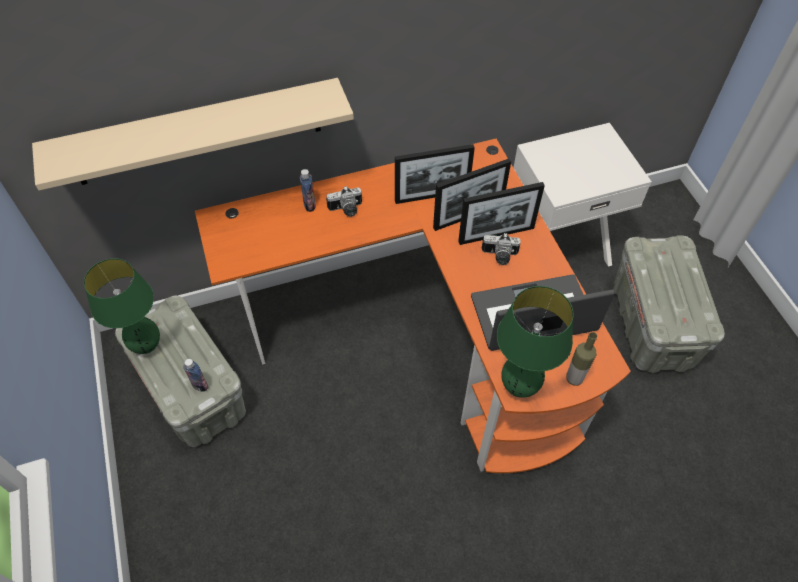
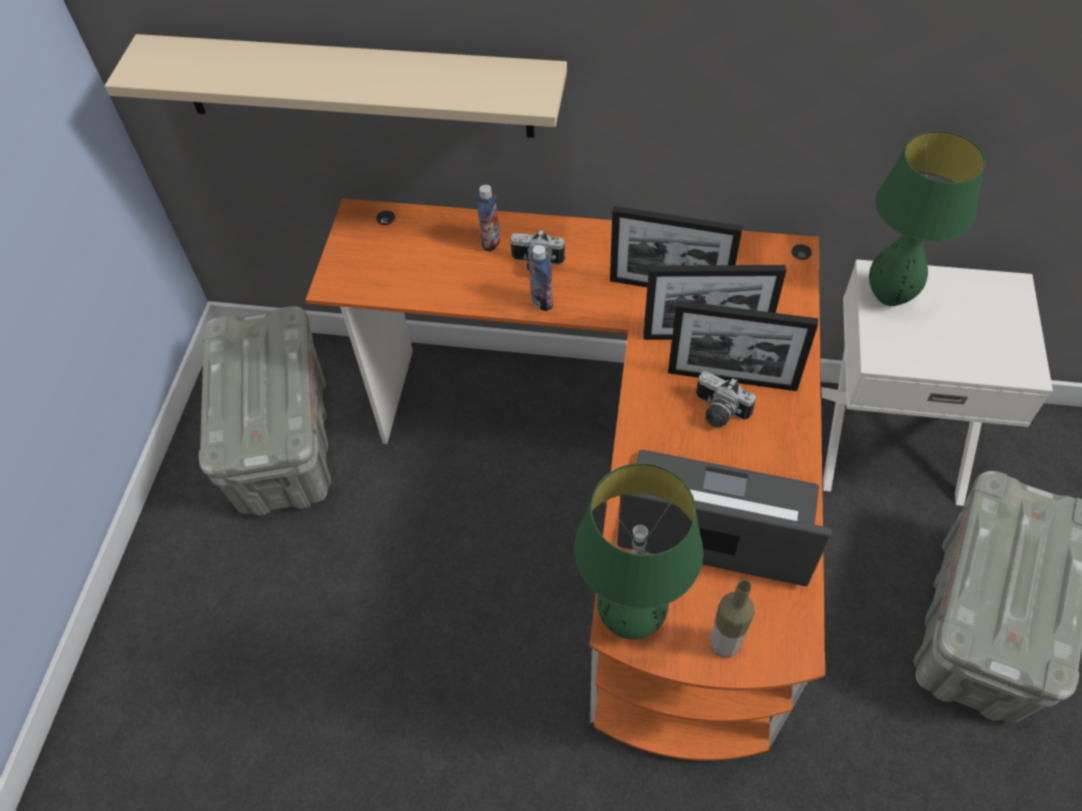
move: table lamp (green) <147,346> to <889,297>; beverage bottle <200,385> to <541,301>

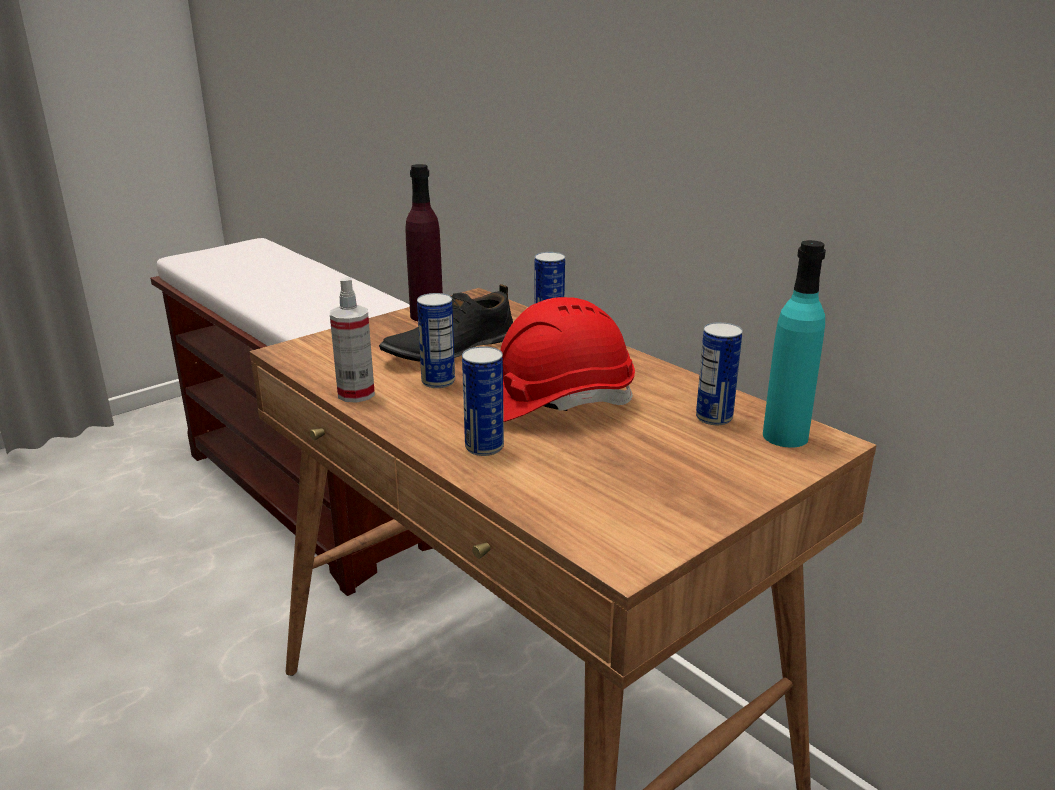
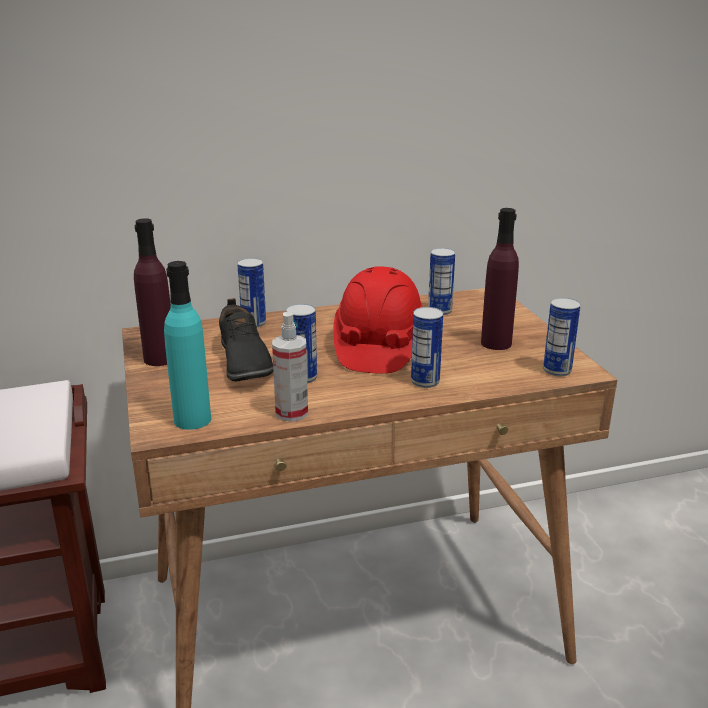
insert: beverage bottle (purplish) <496,343>; can <557,370>
move: beverage bottle (blue-green) <785,436> to <192,420>

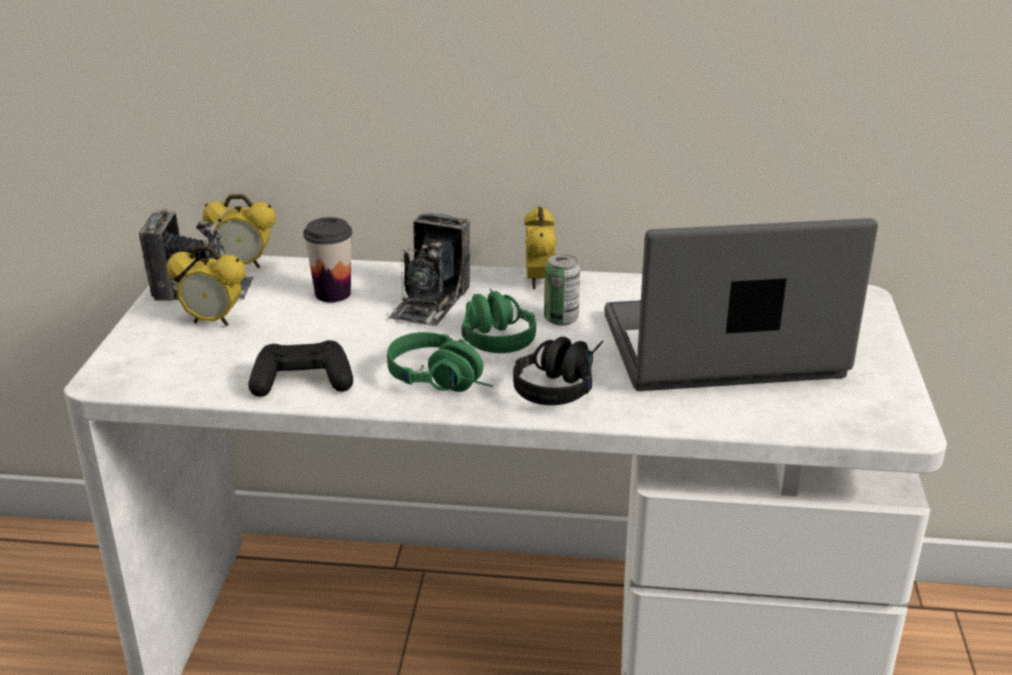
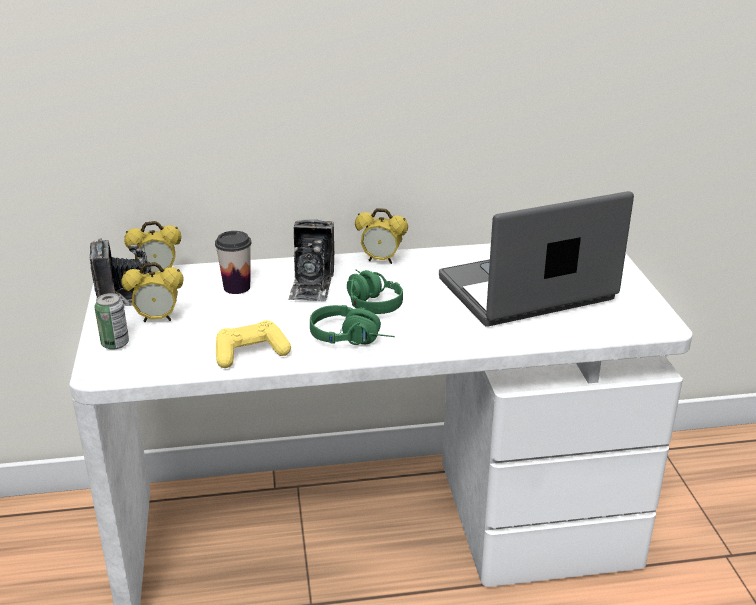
delete: pair of headphones (black-coloured) <561,383>
move: can <561,319> to <115,344>
recolor: gamepad (black-coloured) <302,382> to gamepad (yellow-coloured) <251,353>
rotate: table clock <539,282> = <381,260> 60 degrees counterclockwise

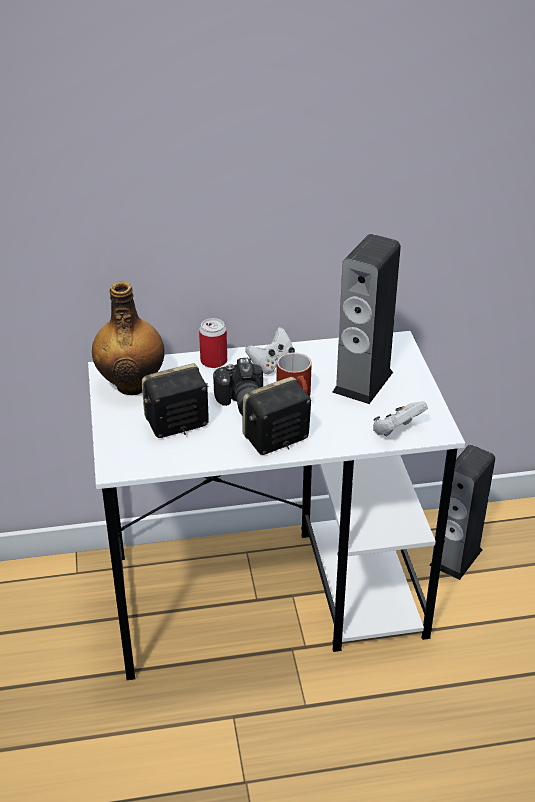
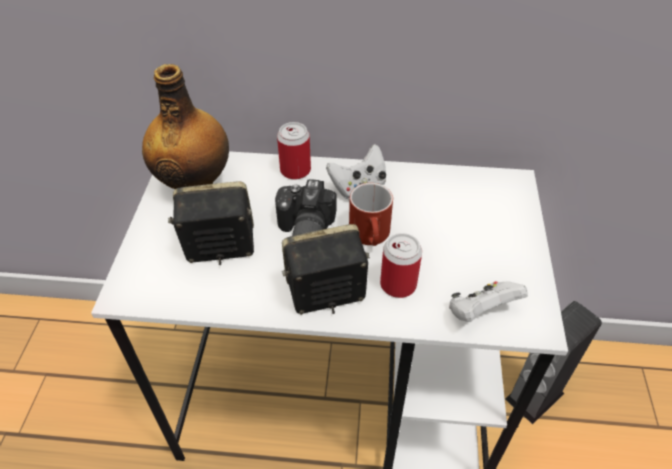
delete: audio speaker <363,382>
insert: can <398,284>

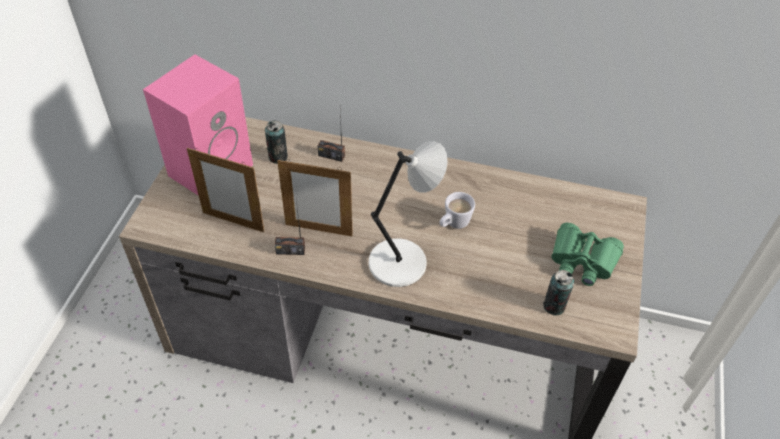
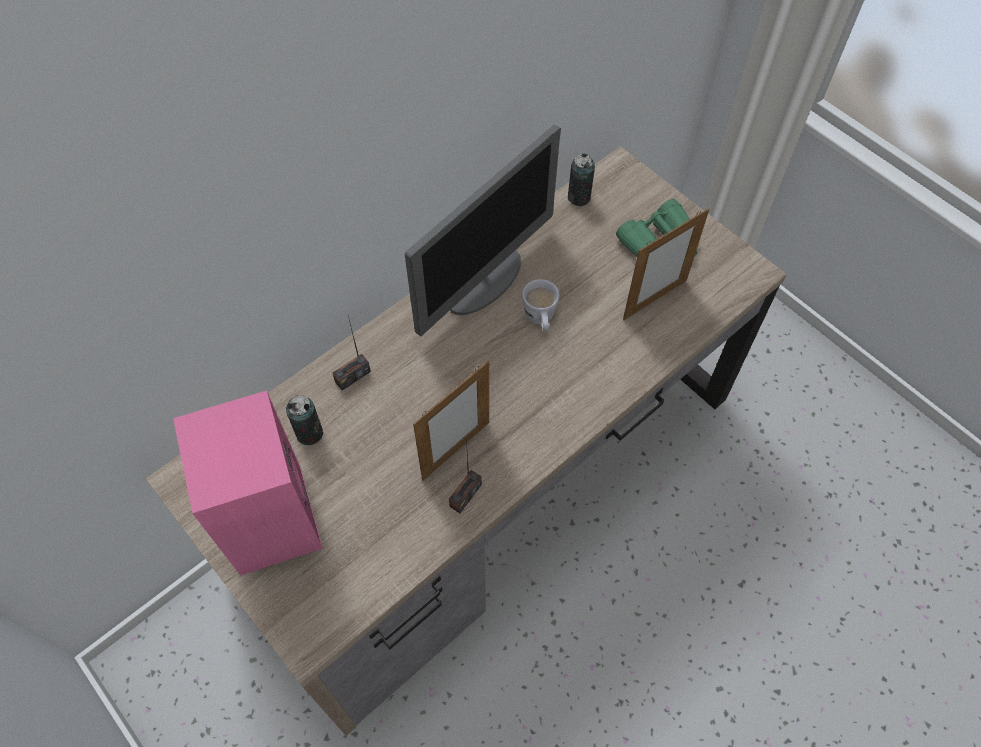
delete: table lamp (gray) <401,262>
insert: monitor <485,281>
move: standing frame <233,222> to <655,299>; can <554,306> to <579,197>

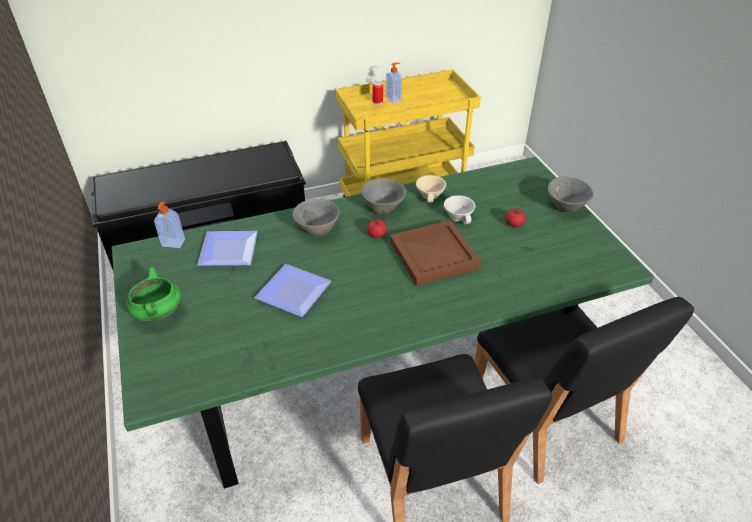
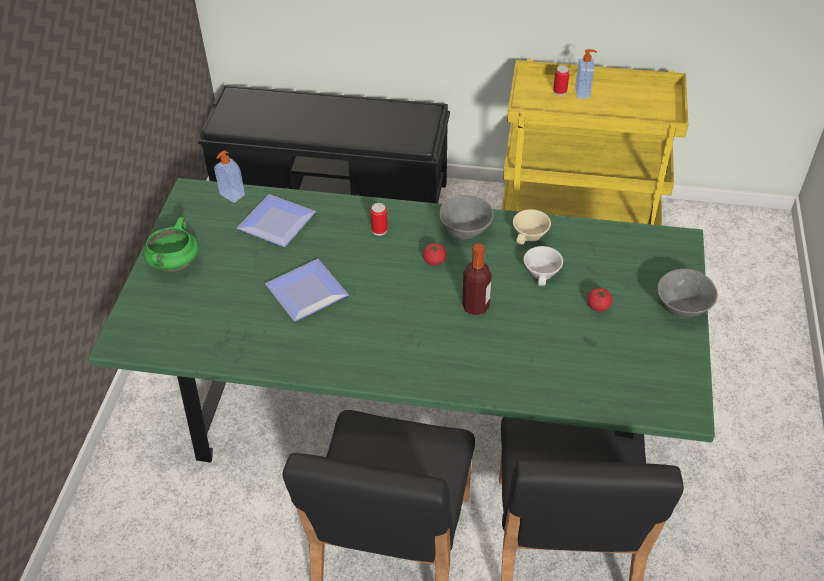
replace: bowl (gray) <318,228> to can <379,230>; carrying tray (brown-coloured) <432,254> to beverage bottle <475,307>

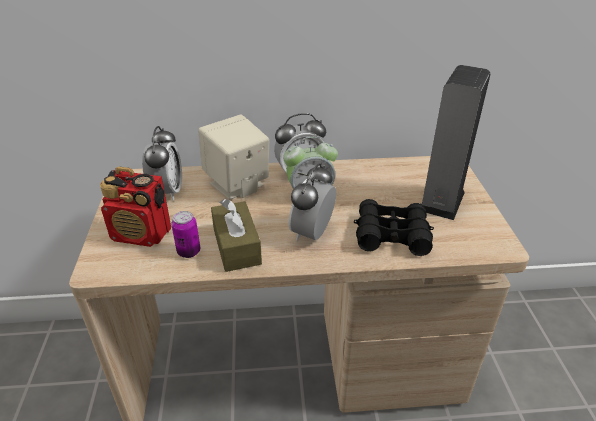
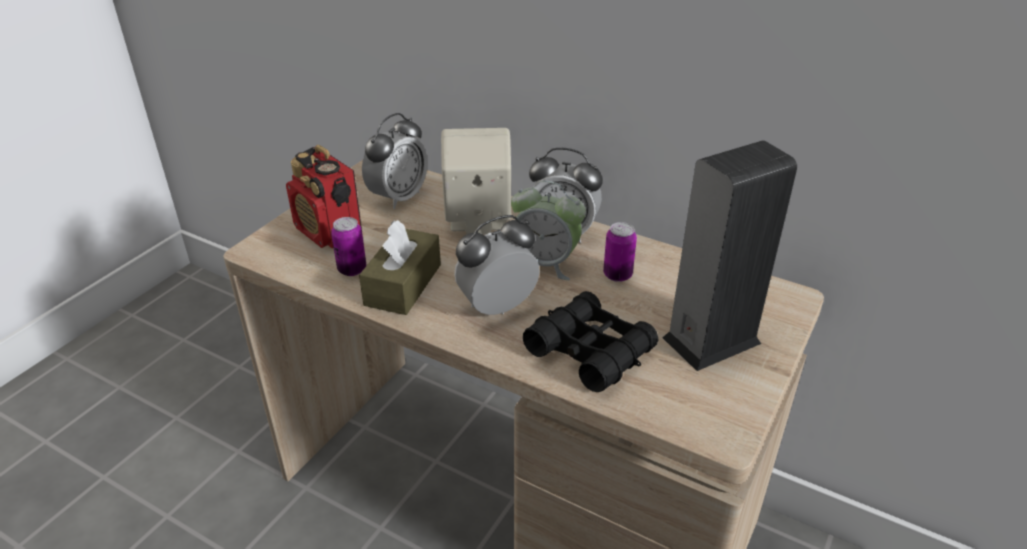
insert: can <617,275>

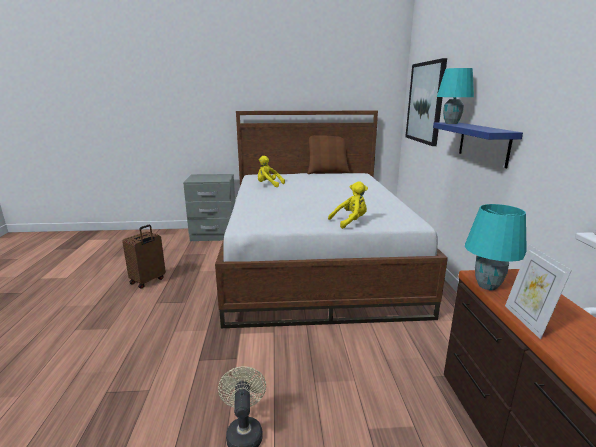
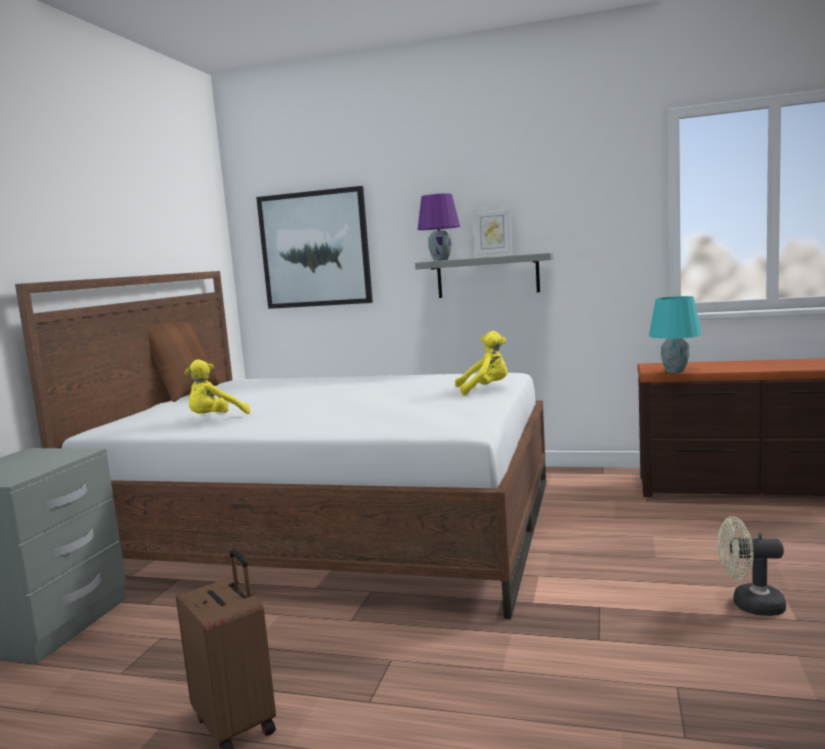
move: standing frame <527,321> to <493,256>
recolor: wall shelf (blue-coloured) <483,143> to wall shelf (gray) <487,276>; table lamp (blue-green) <451,123> to table lamp (purplish) <441,260>
rotate: soft toy (yellow-coloured) <350,222> = <485,389> 90 degrees clockwise

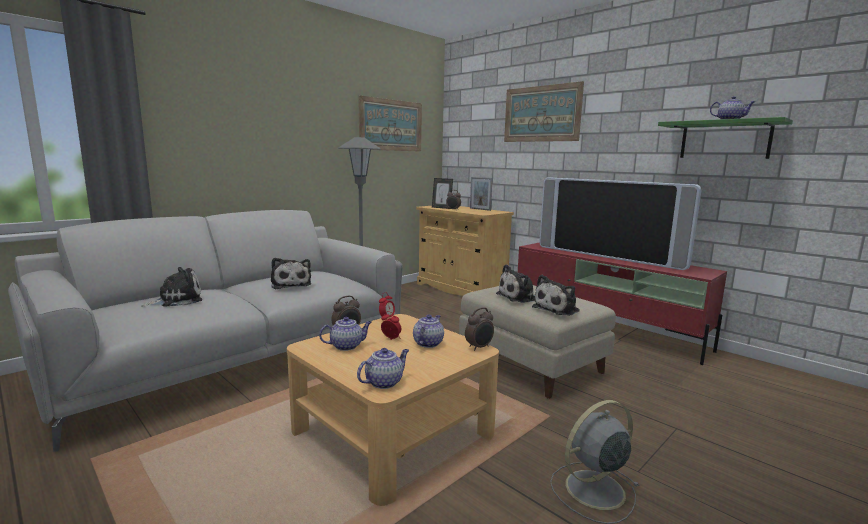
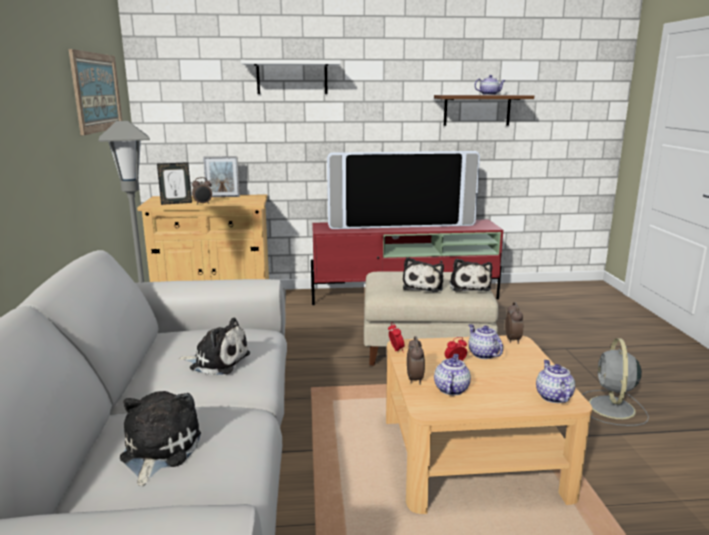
replace: wall picture <541,114> to wall shelf (white-coloured) <292,77>
recolor: wall shelf (green) <724,140> to wall shelf (brown-coloured) <477,110>

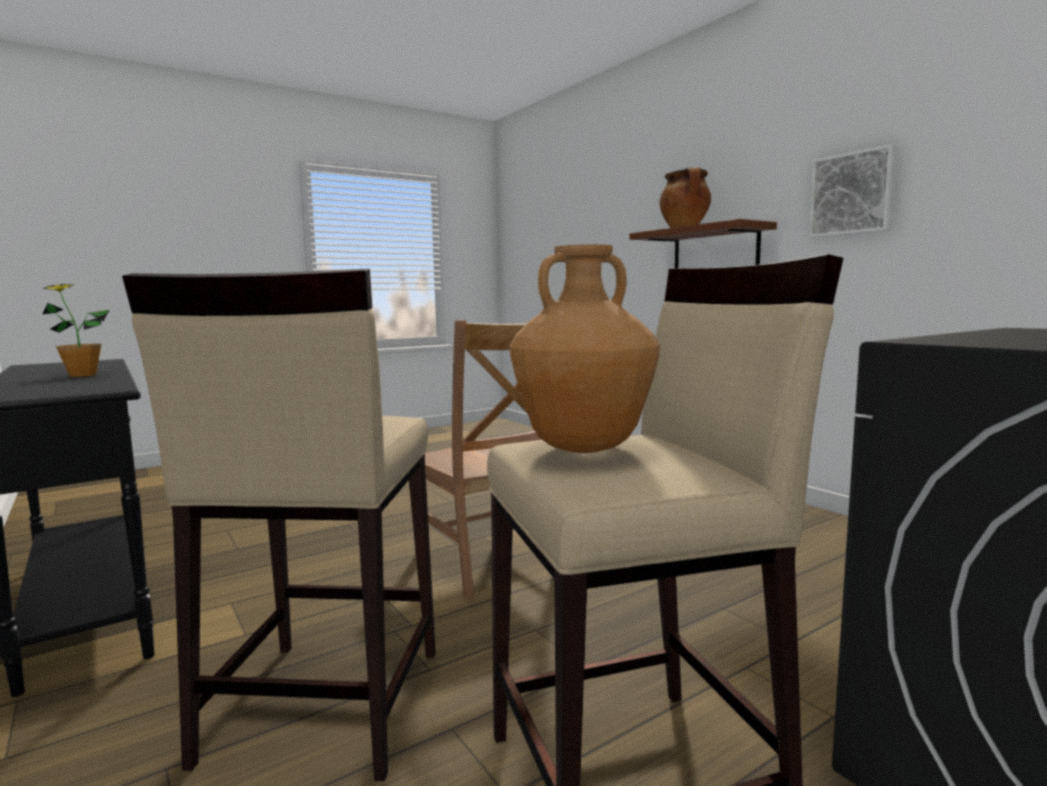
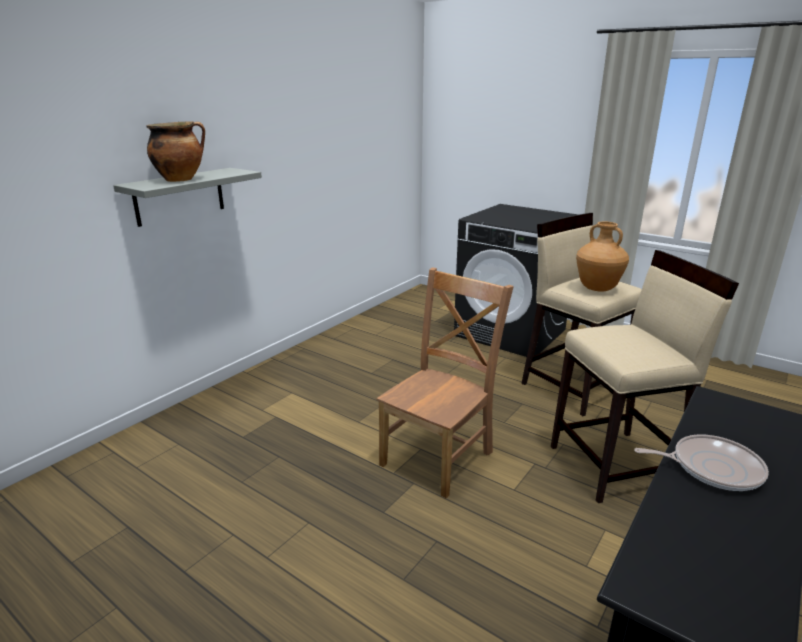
delete: wall picture <852,194>
replace: houseplant <83,375> to pan <711,468>
recolor: wall shelf (brown-coloured) <715,251> to wall shelf (gray) <180,196>

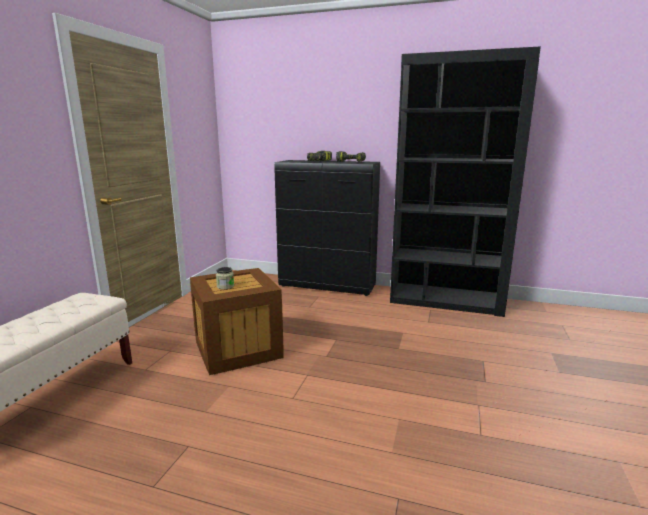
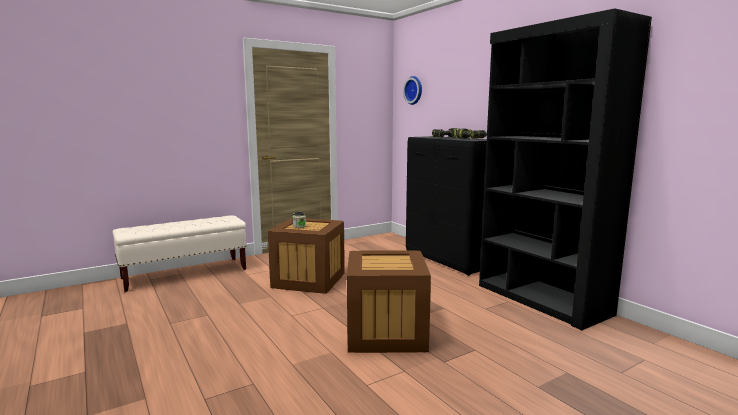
insert: packing crate <386,333>; hanging clock <414,90>

